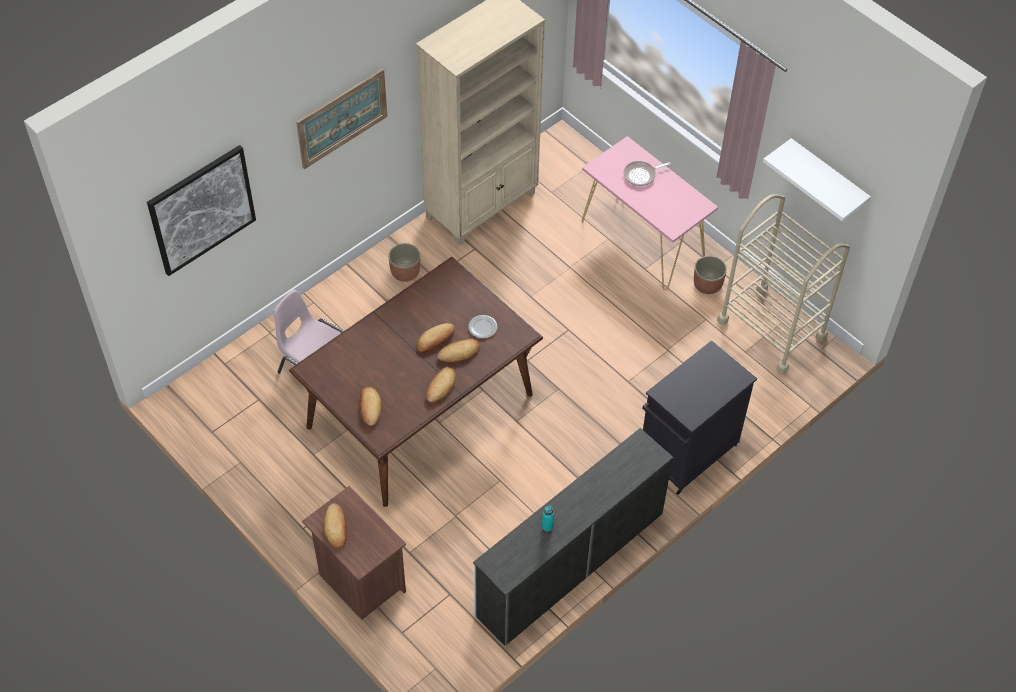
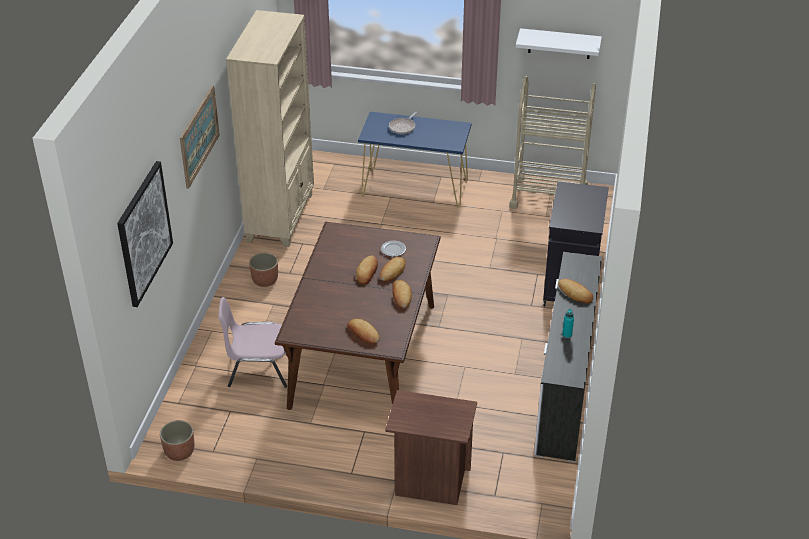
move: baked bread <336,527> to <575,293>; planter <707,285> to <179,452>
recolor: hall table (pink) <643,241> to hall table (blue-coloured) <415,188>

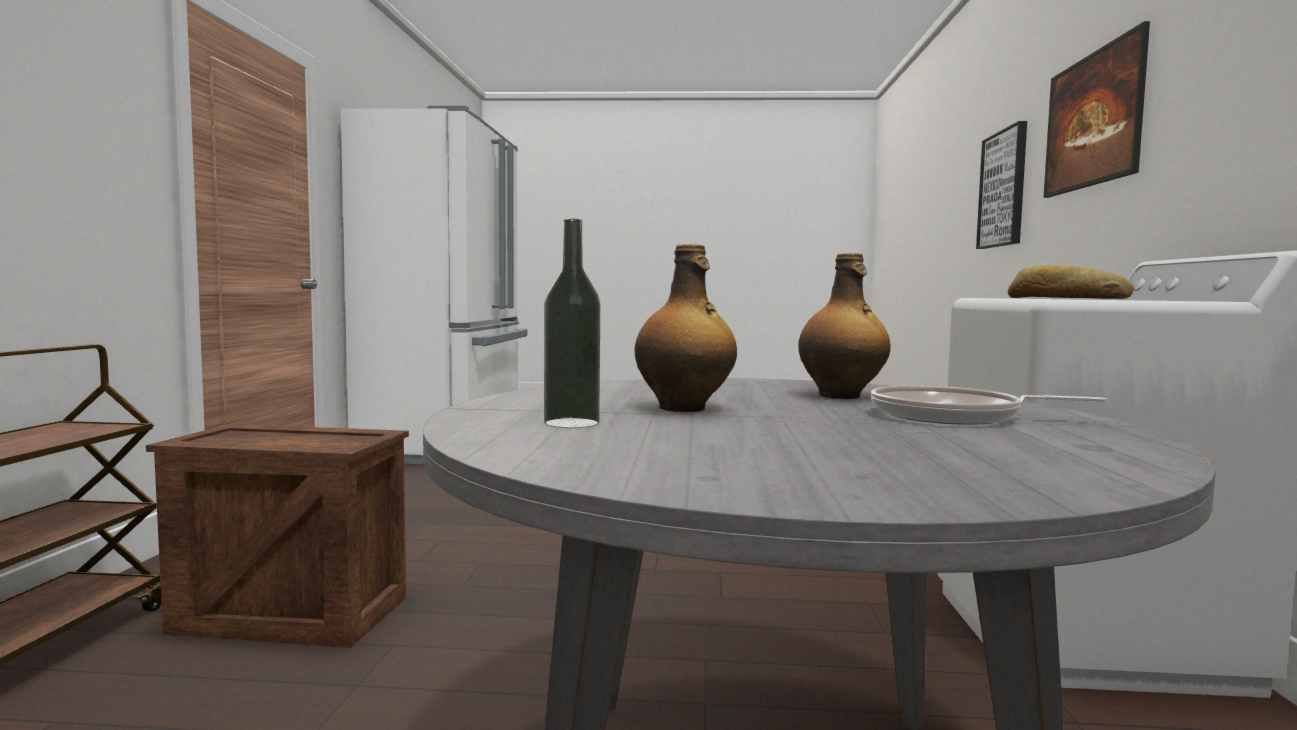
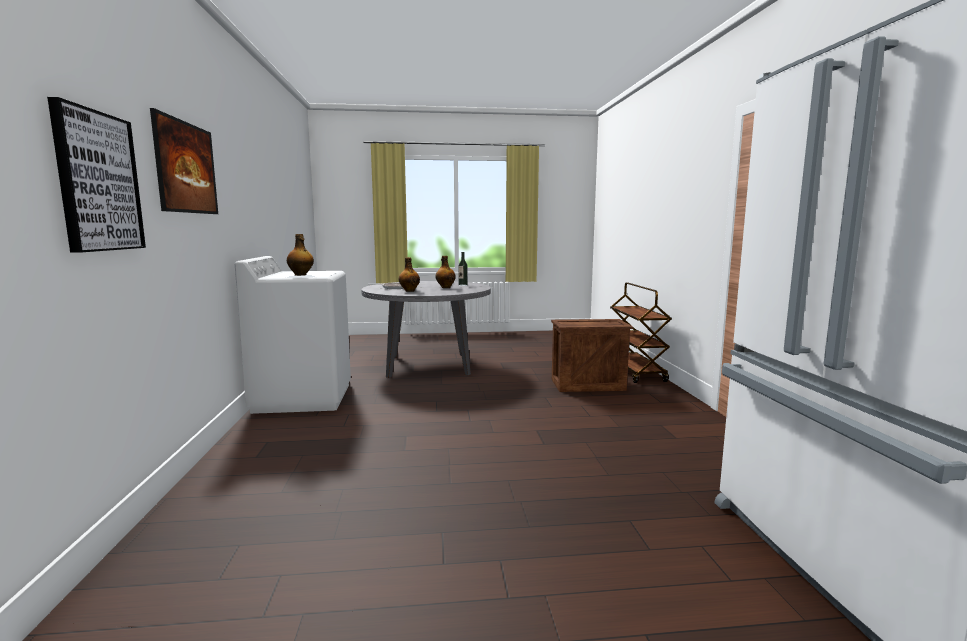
replace: baked bread <1066,298> to beverage bottle <301,275>

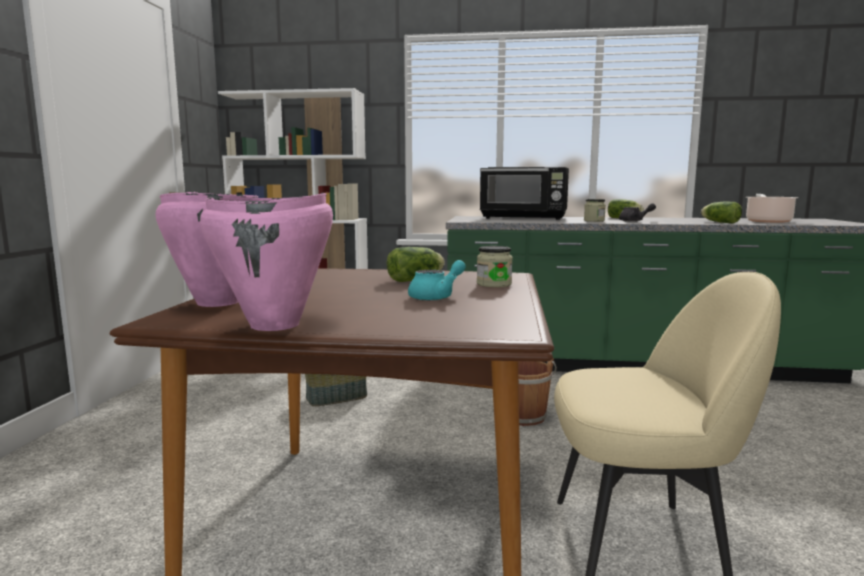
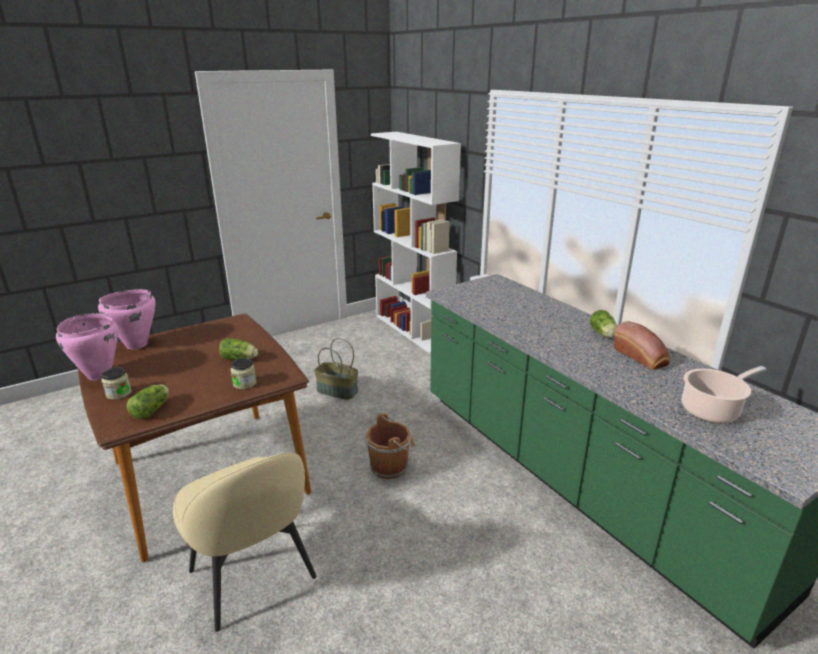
delete: tea pot (blue-green) <436,297>; microwave oven (black-coloured) <525,218>; tea pot (gray) <634,221>
insert: baked bread <641,358>
move: storage jar <594,221> to <119,393>; head of lettuce <719,222> to <152,409>

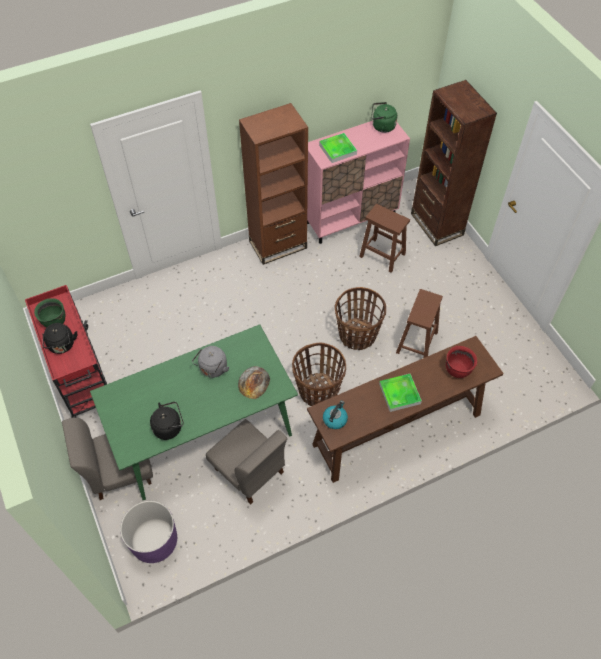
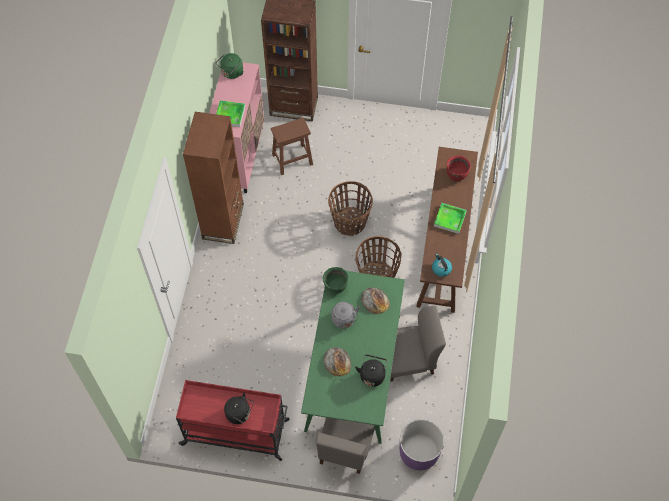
delete: sitting stool (brown-coloured) <416,343>
insert: baked bread <337,361>
move: cooking pot (green) <54,321> to <335,286>

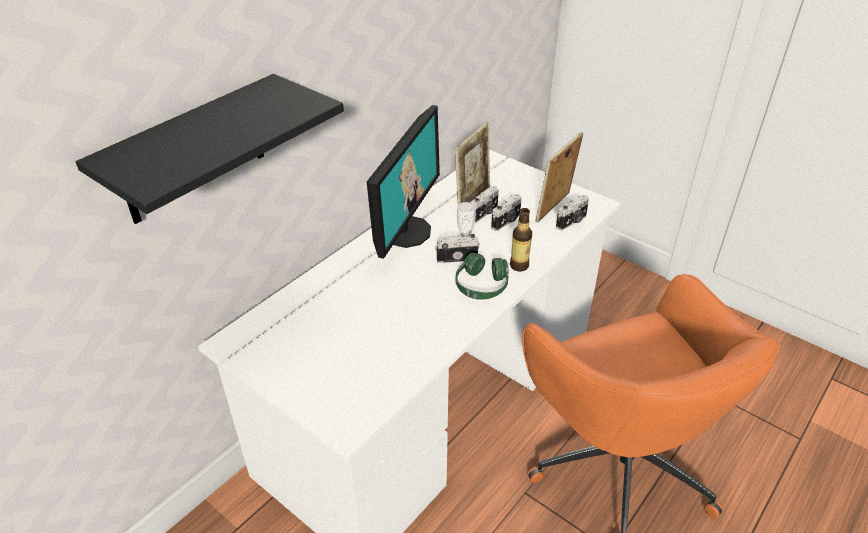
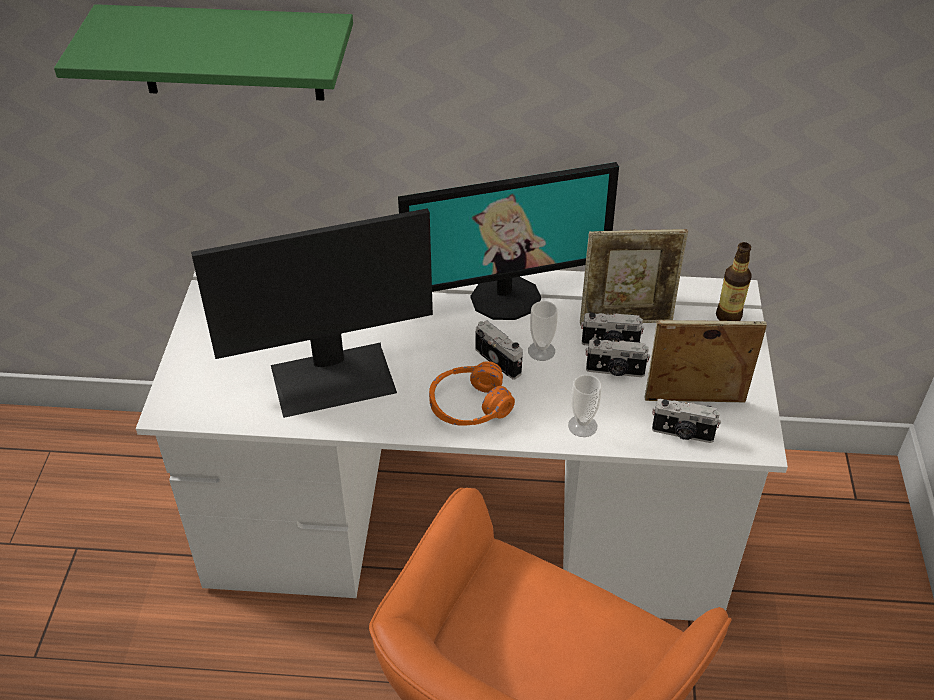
insert: monitor <333,378>; cup <582,426>
move: beverage bottle <519,266> to <728,316>
recolor: wall shelf (black-coloured) <193,151> to wall shelf (green) <230,53>; pair of headphones (green) <481,285> to pair of headphones (orange) <469,405>

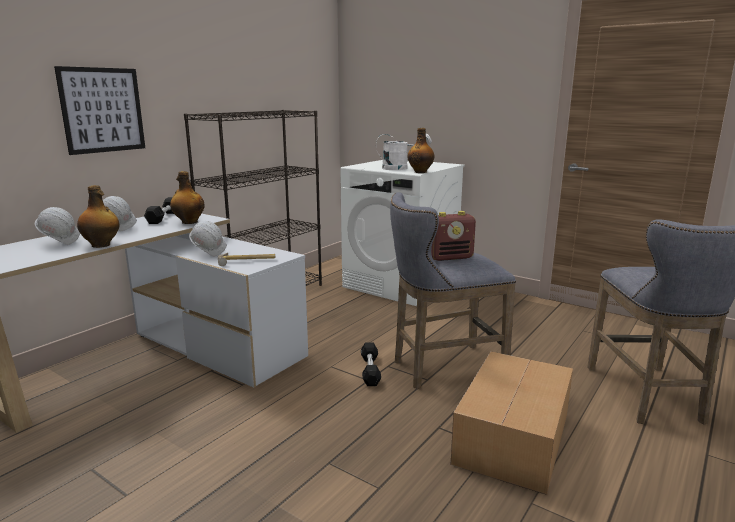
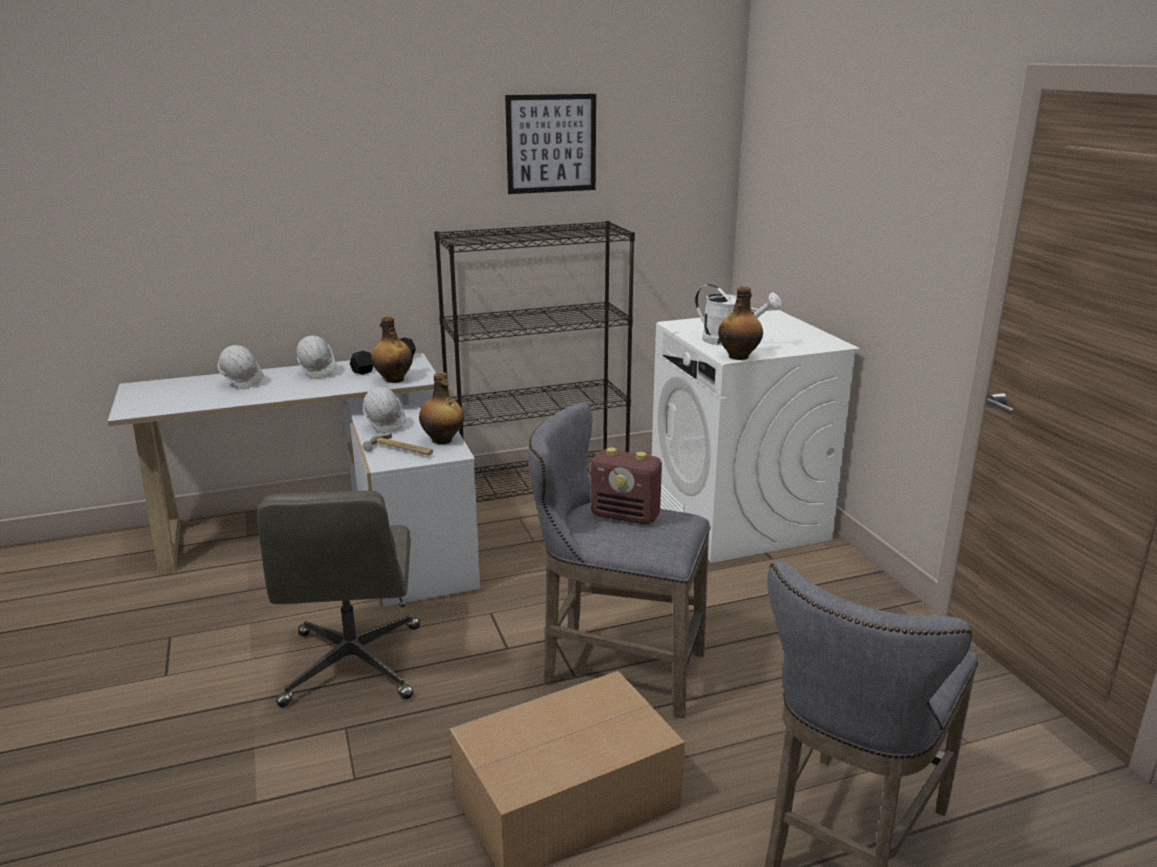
delete: hand weight (black-coloured) <370,370>
insert: office chair (gray) <353,666>
move: wall picture <102,110> to <551,143>; beverage bottle <101,245> to <442,440>

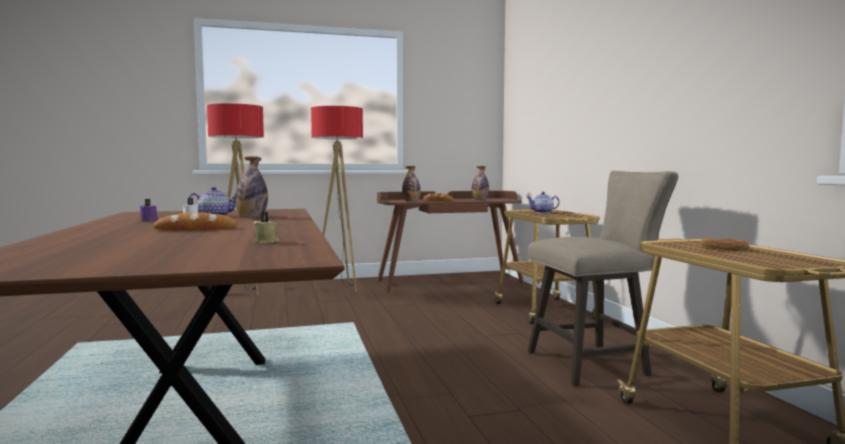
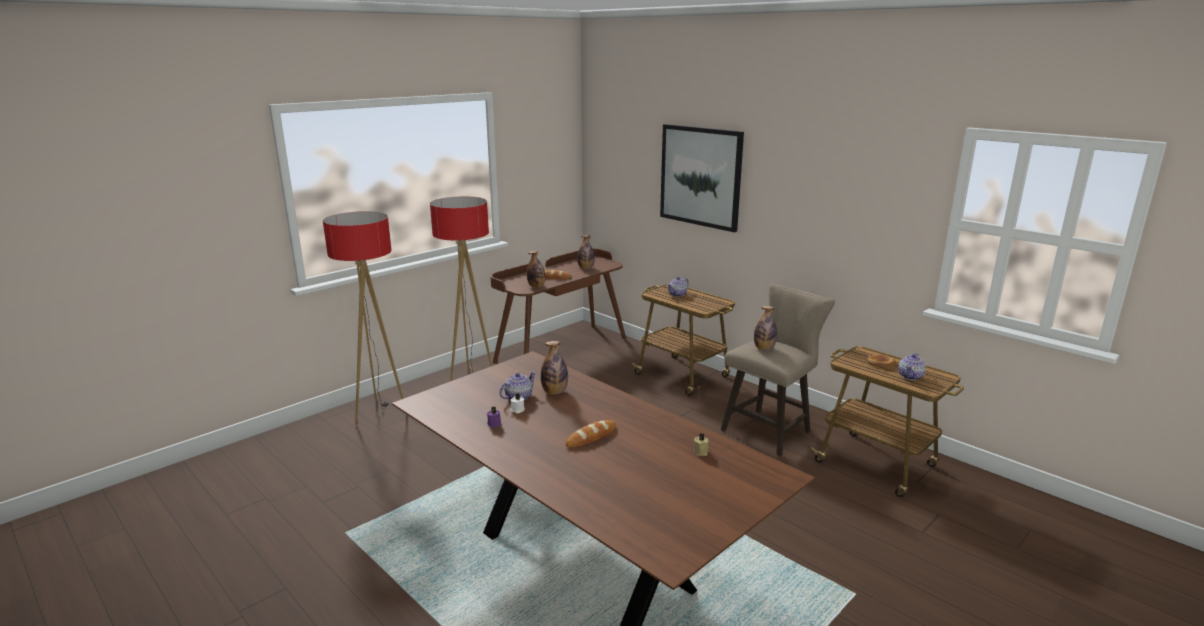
insert: wall picture <700,176>; beverage bottle <764,348>; tea pot <911,376>

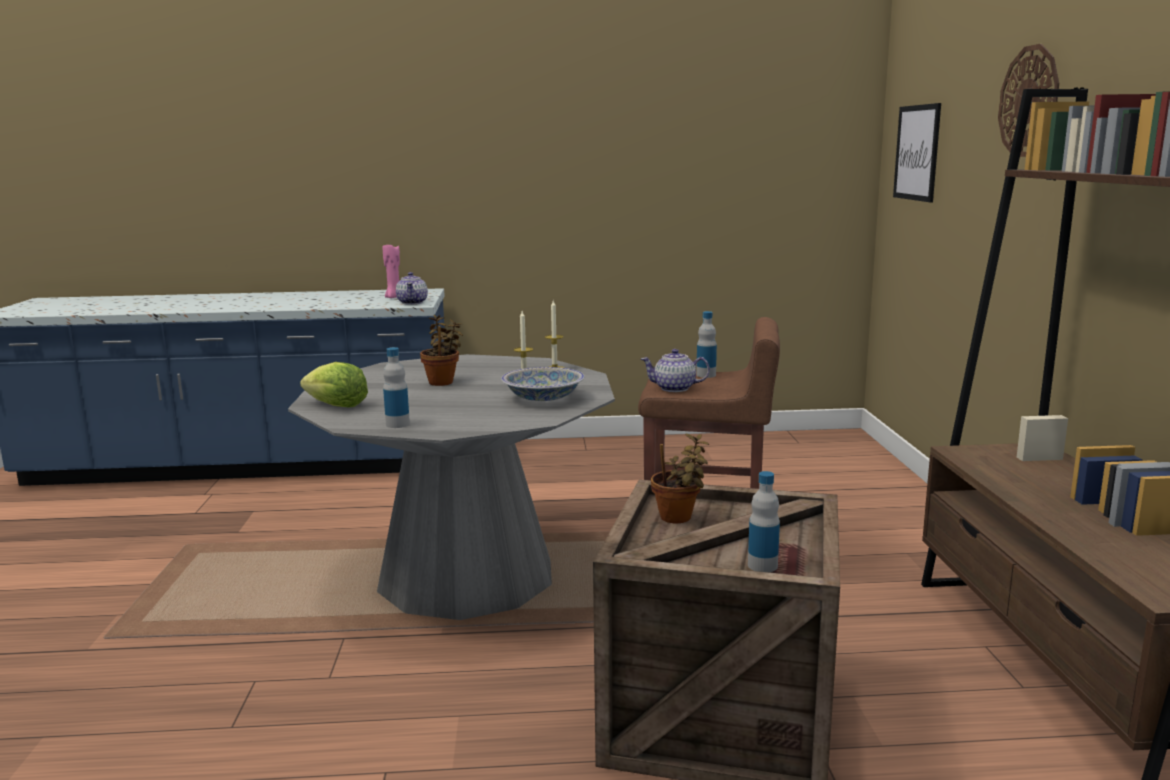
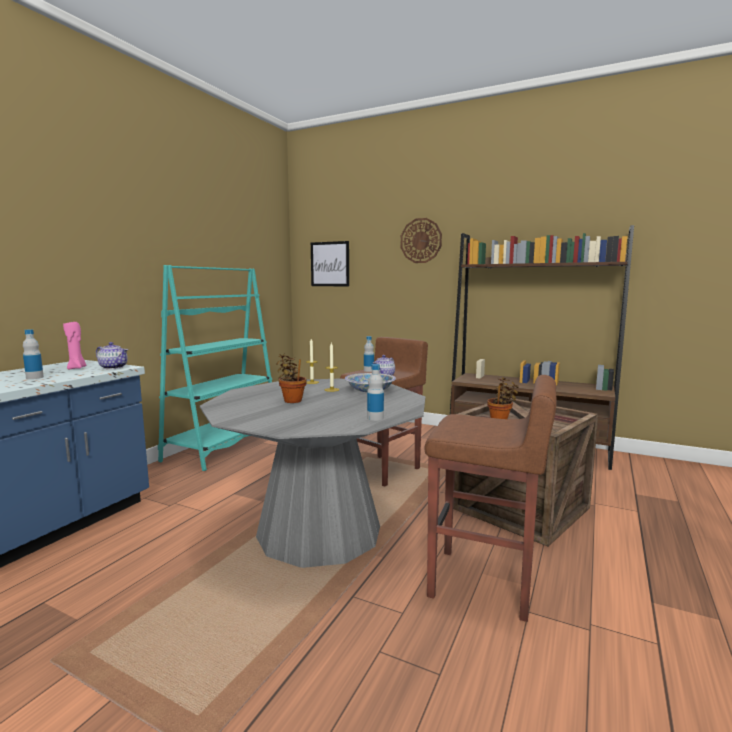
delete: head of lettuce <336,406>
insert: bookshelf (blue-green) <224,447>; sitting stool (brown-coloured) <483,584>
move: beverage bottle <762,565> to <34,377>

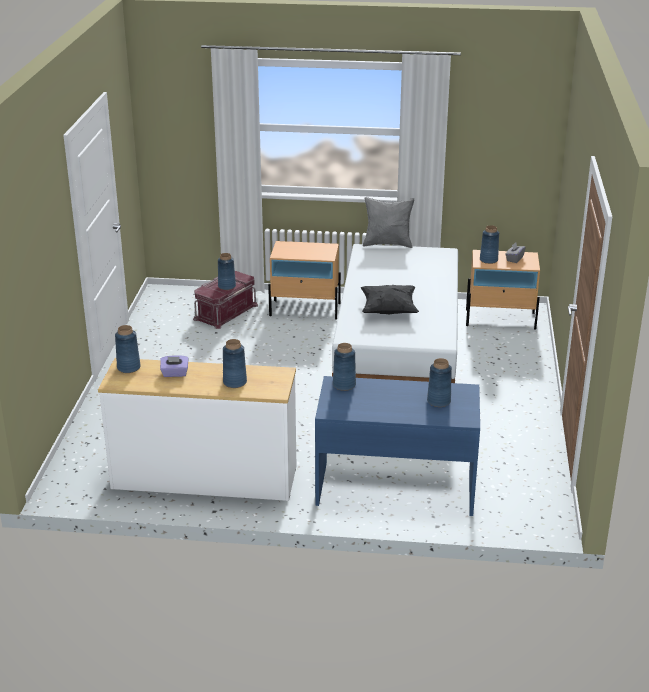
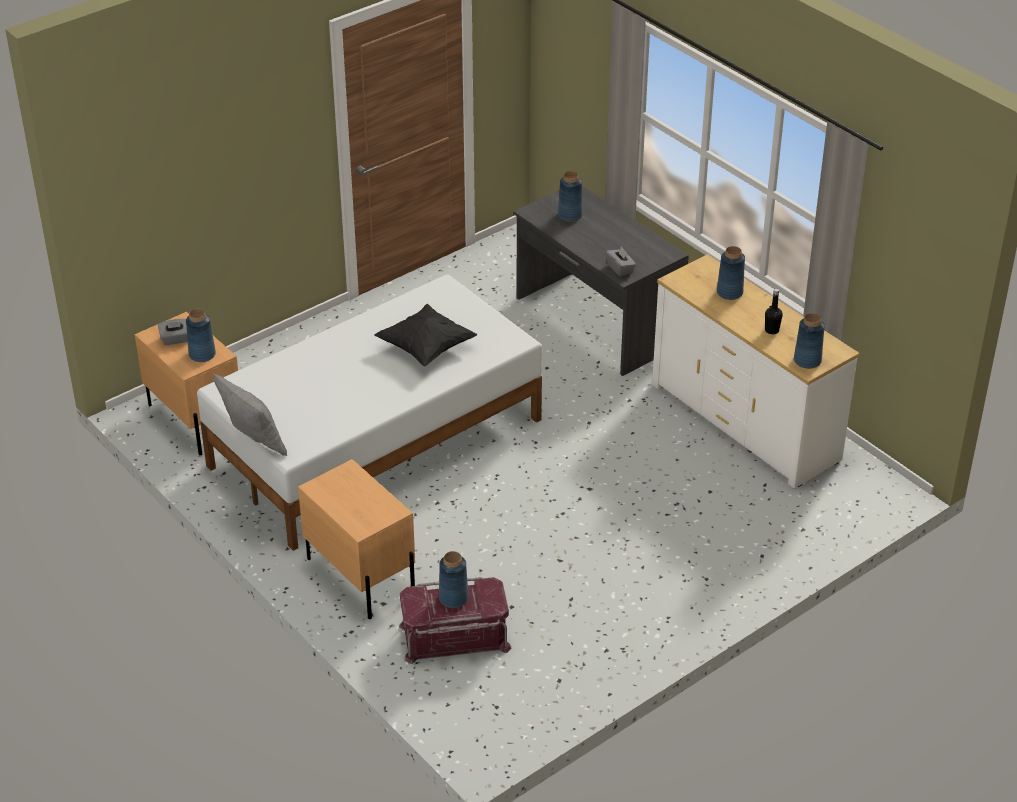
replace: tissue holder (purplish) <175,373> to beverage bottle (black-coloured) <772,330>; decorative vase (blue-coloured) <344,385> to tissue holder (gray) <620,269>
recolor: desk table (blue-coloured) <395,487> to desk table (gray) <596,322>

